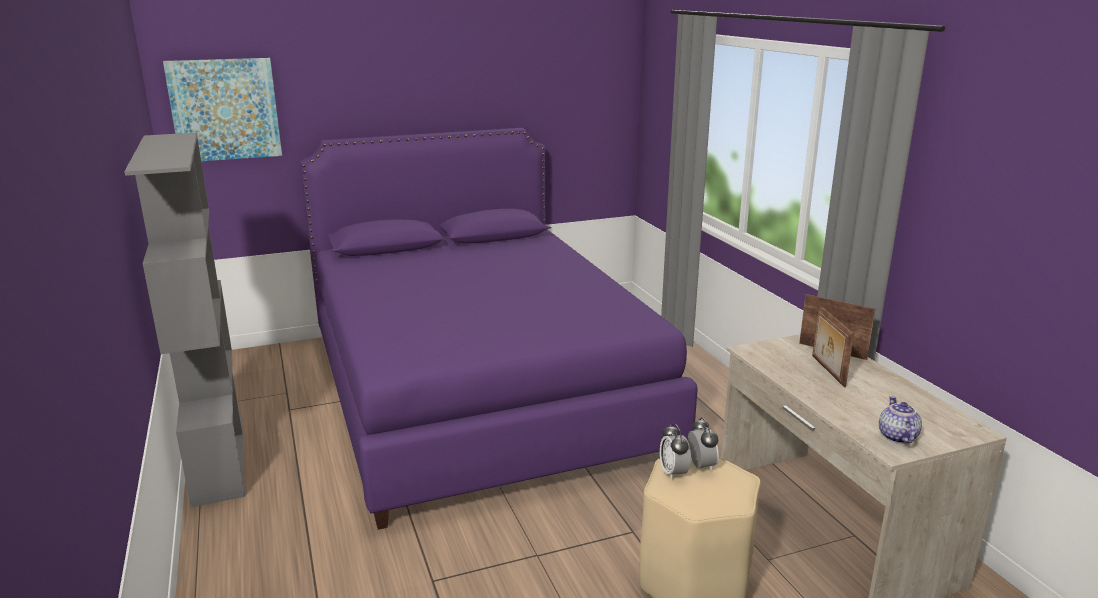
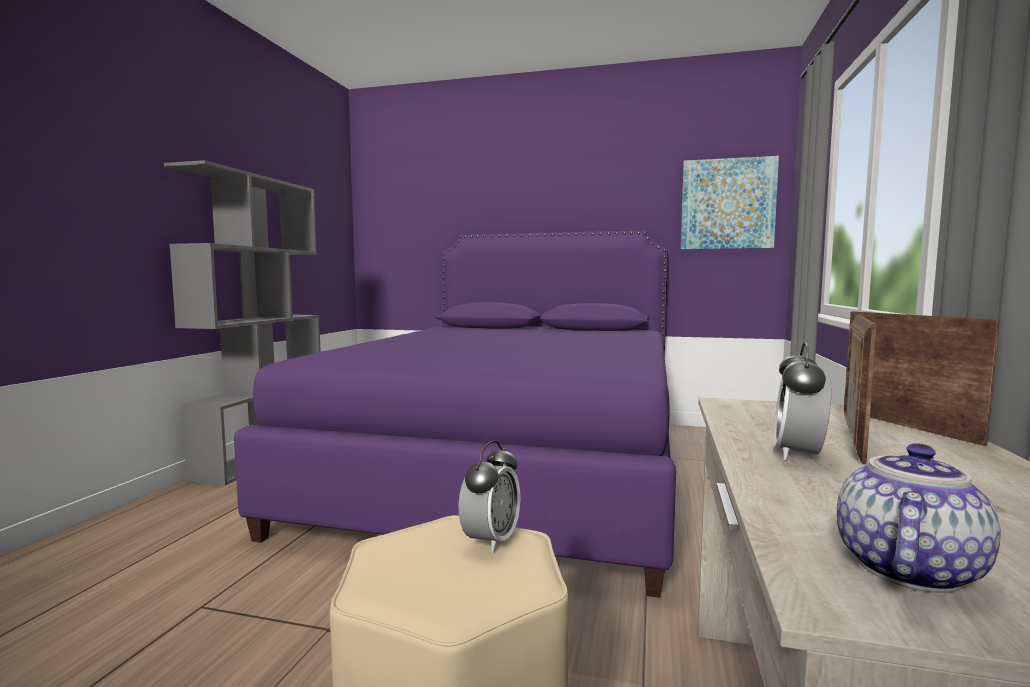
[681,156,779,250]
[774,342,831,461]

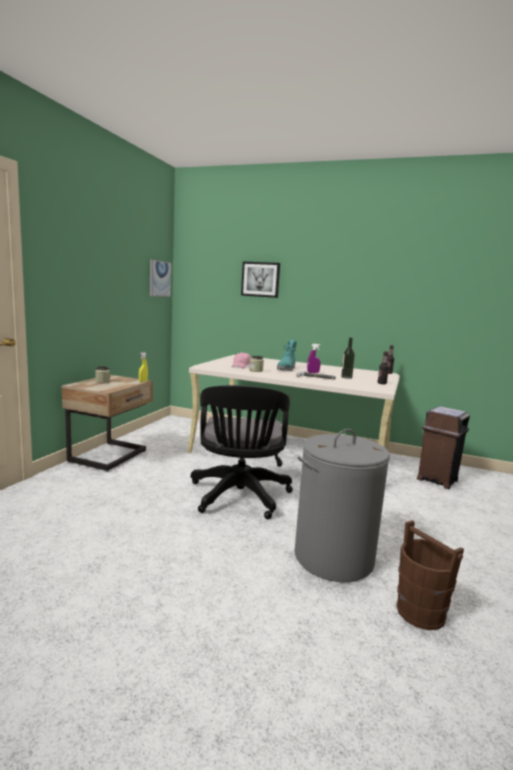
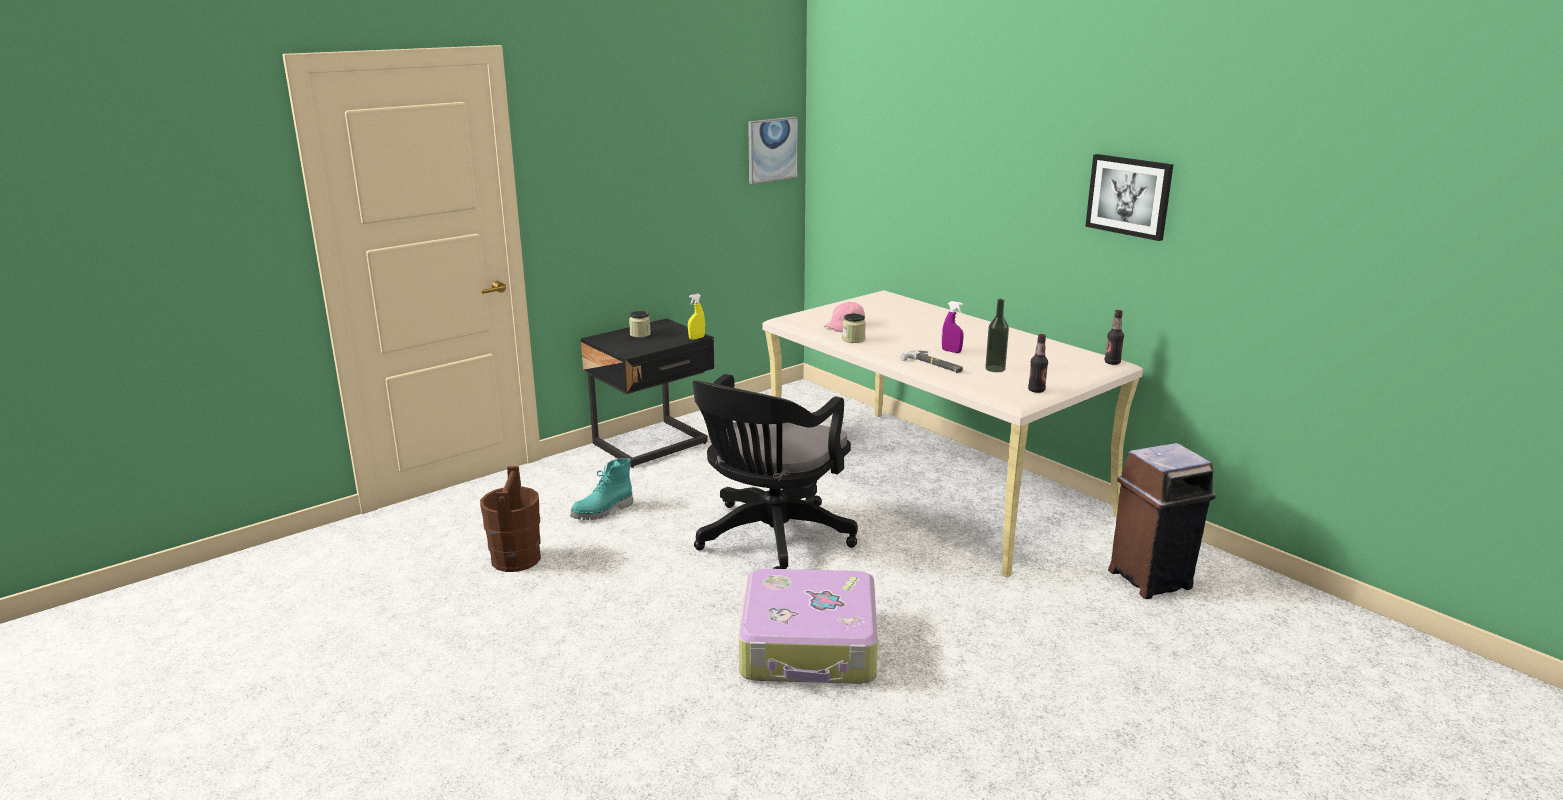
[480,466,541,572]
[570,458,633,520]
[581,318,714,468]
[739,569,878,684]
[1085,154,1174,241]

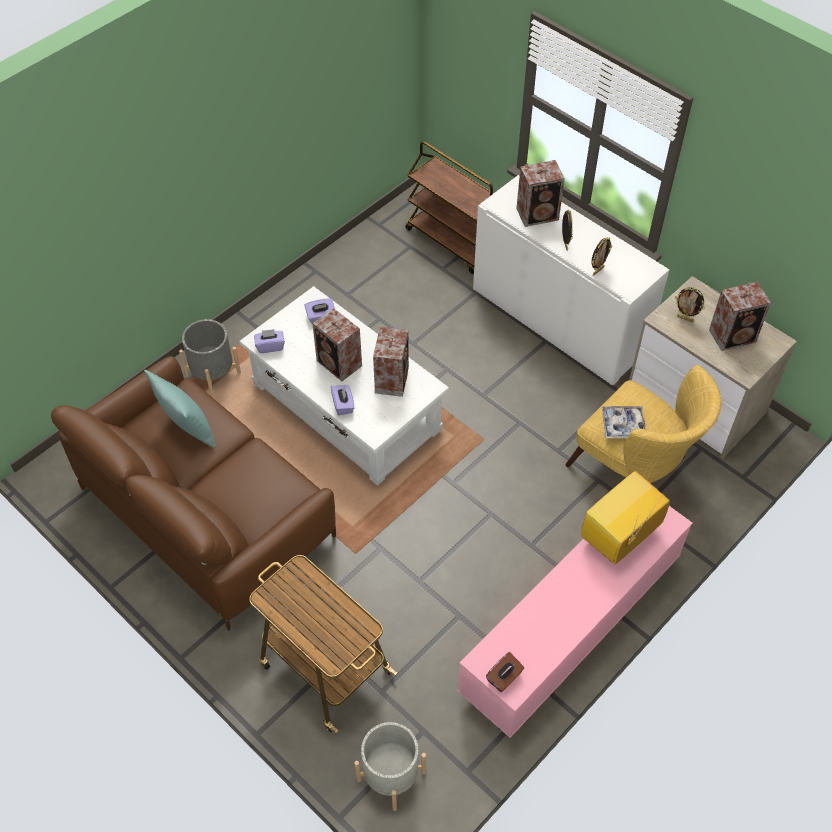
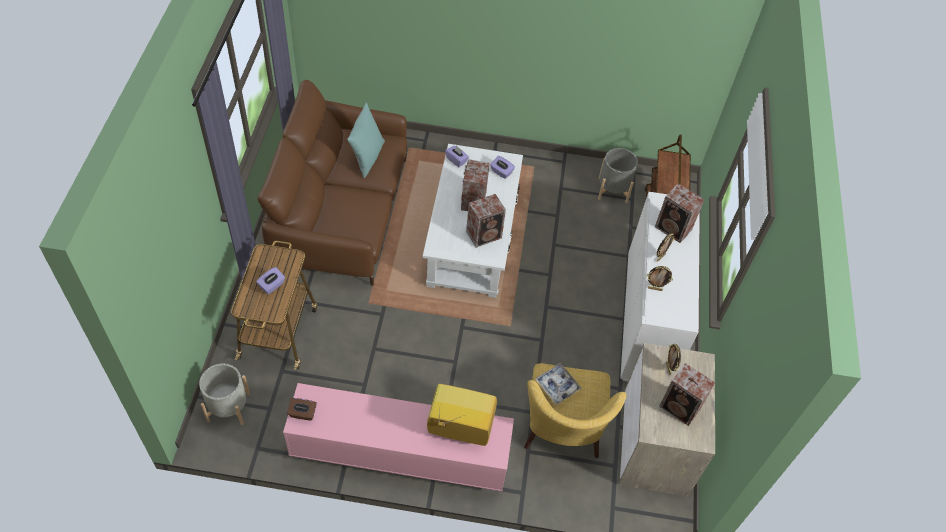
[256,267,285,294]
[598,148,638,203]

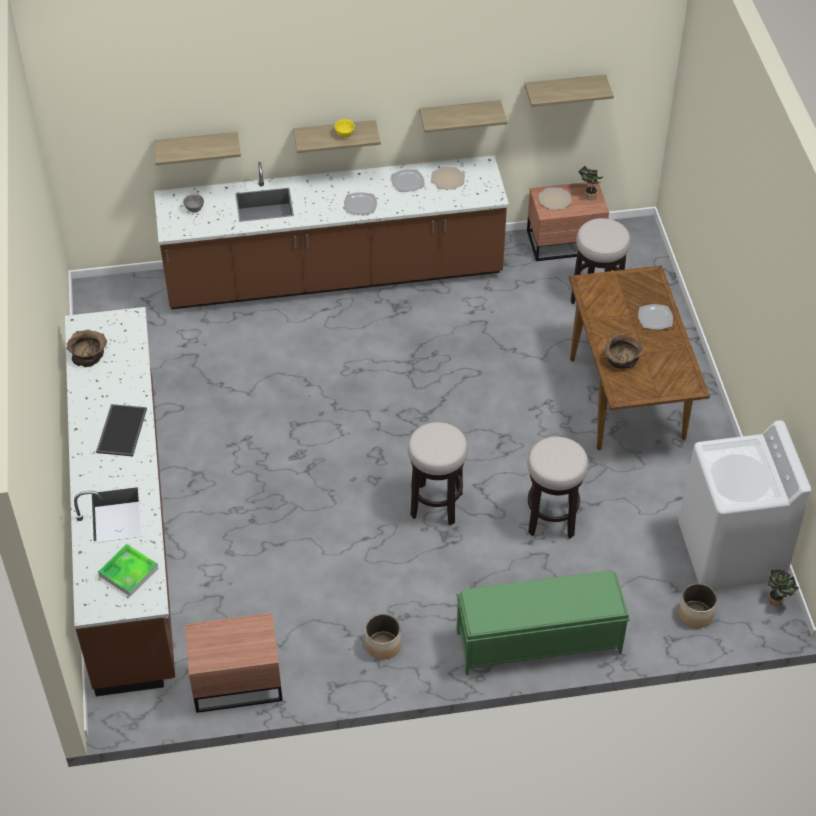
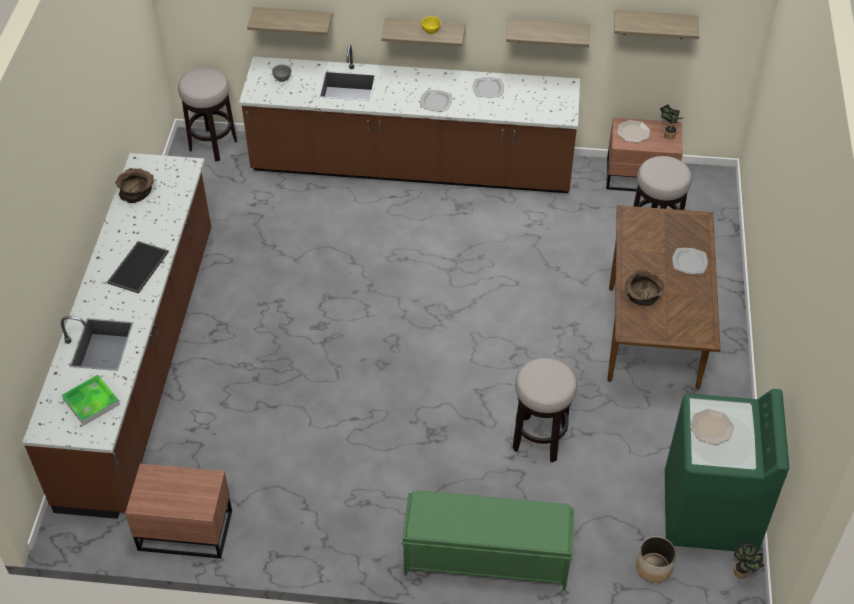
[178,68,237,161]
[665,389,789,551]
[690,409,734,445]
[365,614,401,660] (first image)

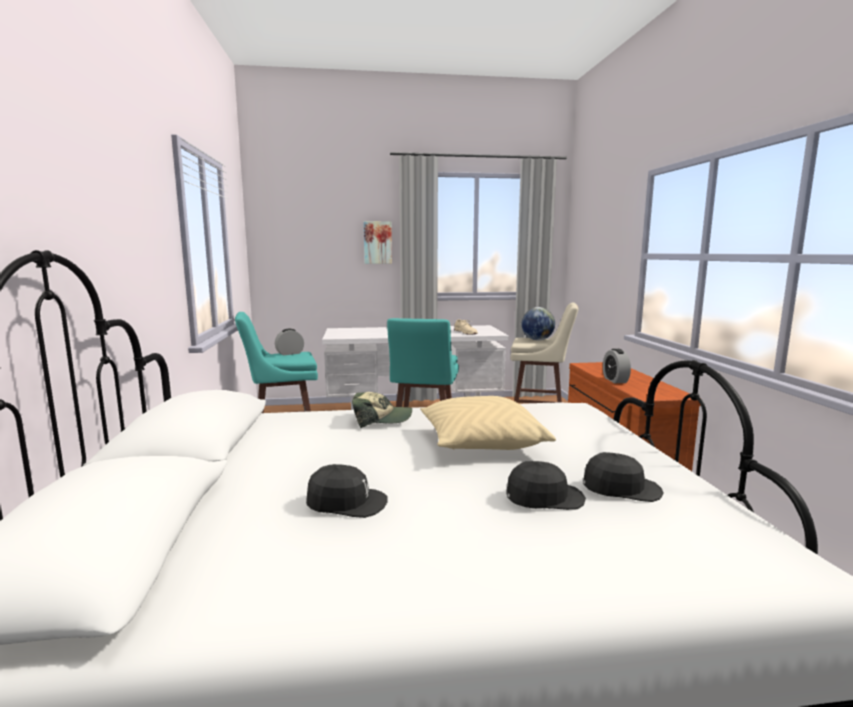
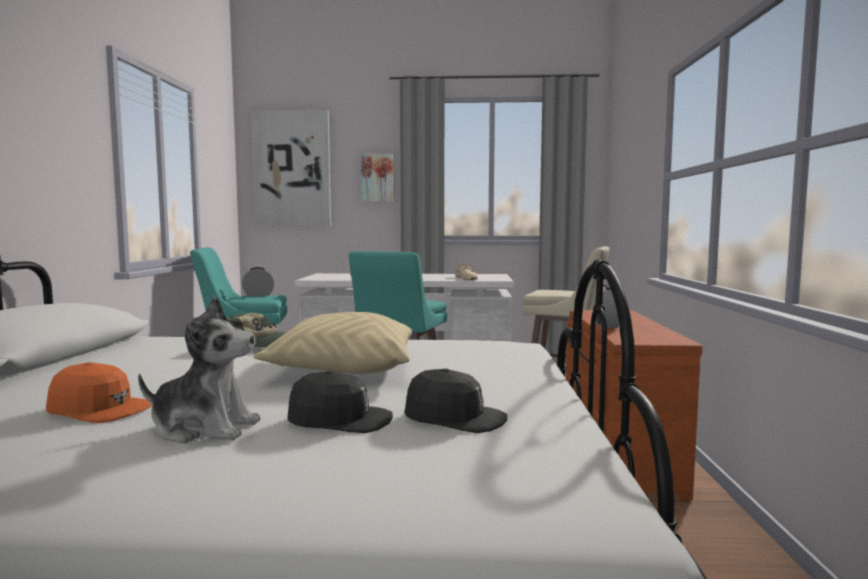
[46,362,152,423]
[138,297,261,443]
[251,110,331,225]
[522,307,555,340] (first image)

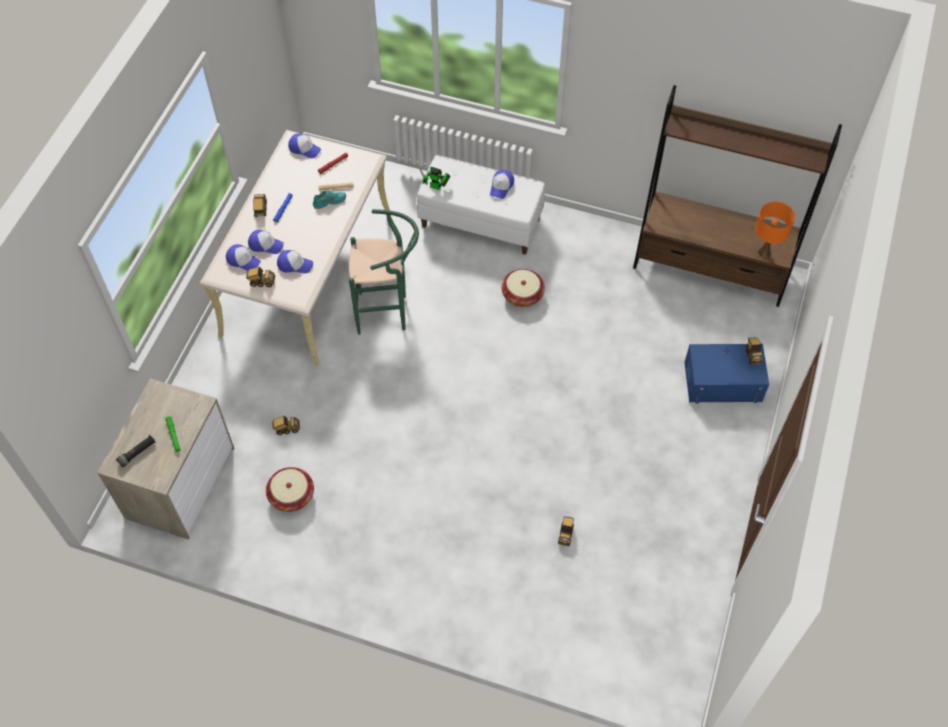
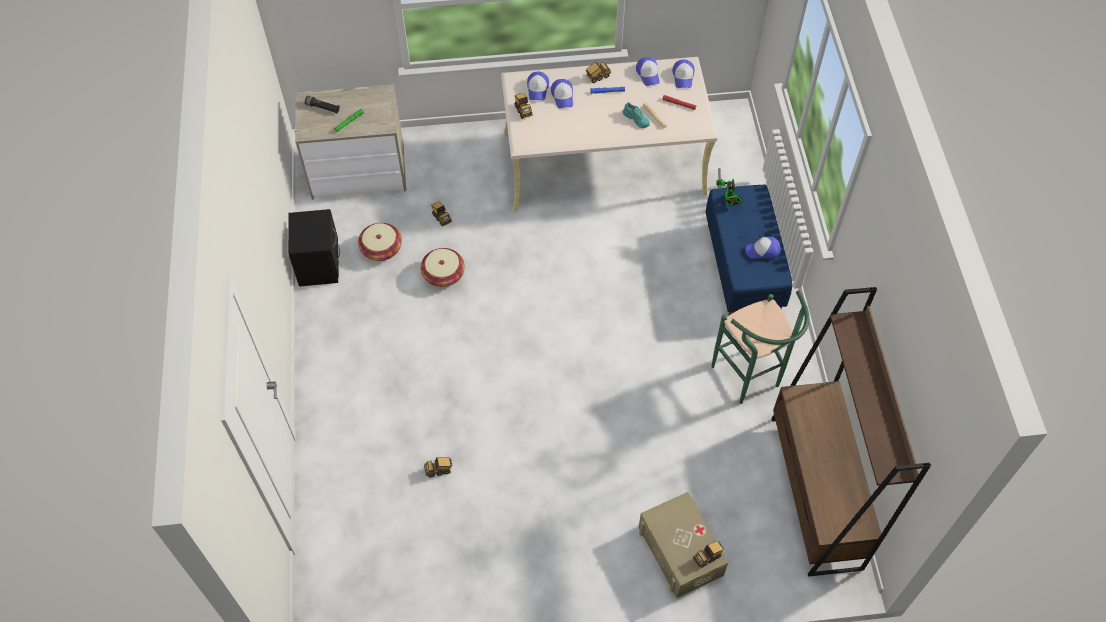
[288,209,340,287]
[421,248,465,287]
[636,57,660,86]
[638,492,728,598]
[705,185,793,315]
[711,290,809,404]
[755,201,795,258] (first image)

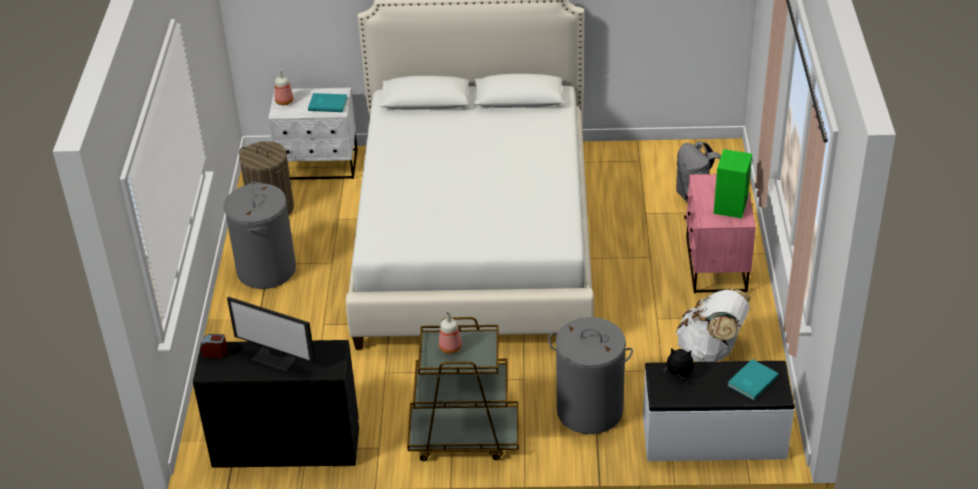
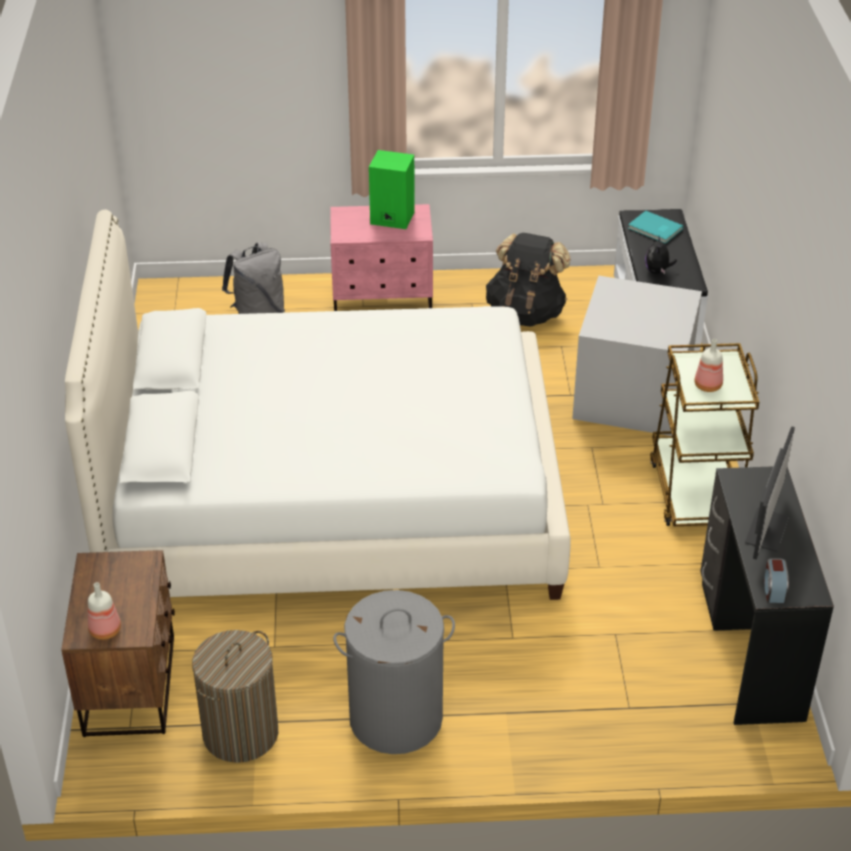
[61,550,175,737]
[486,233,571,327]
[572,276,702,436]
[308,93,348,112] (first image)

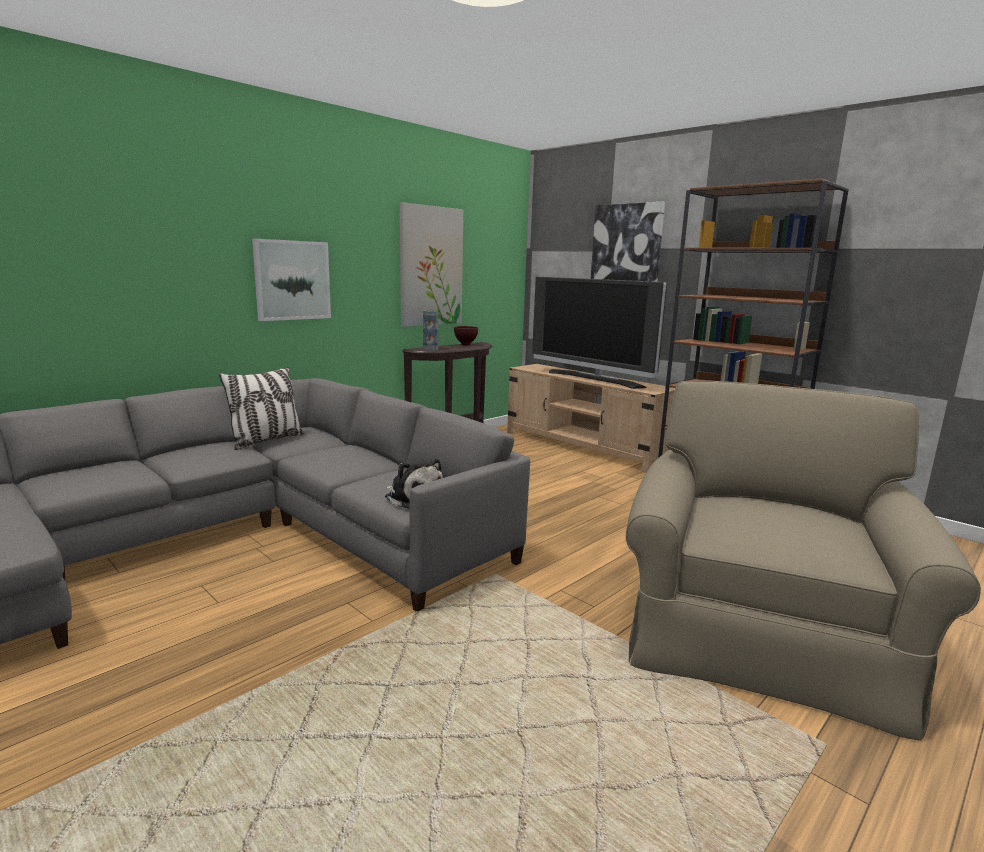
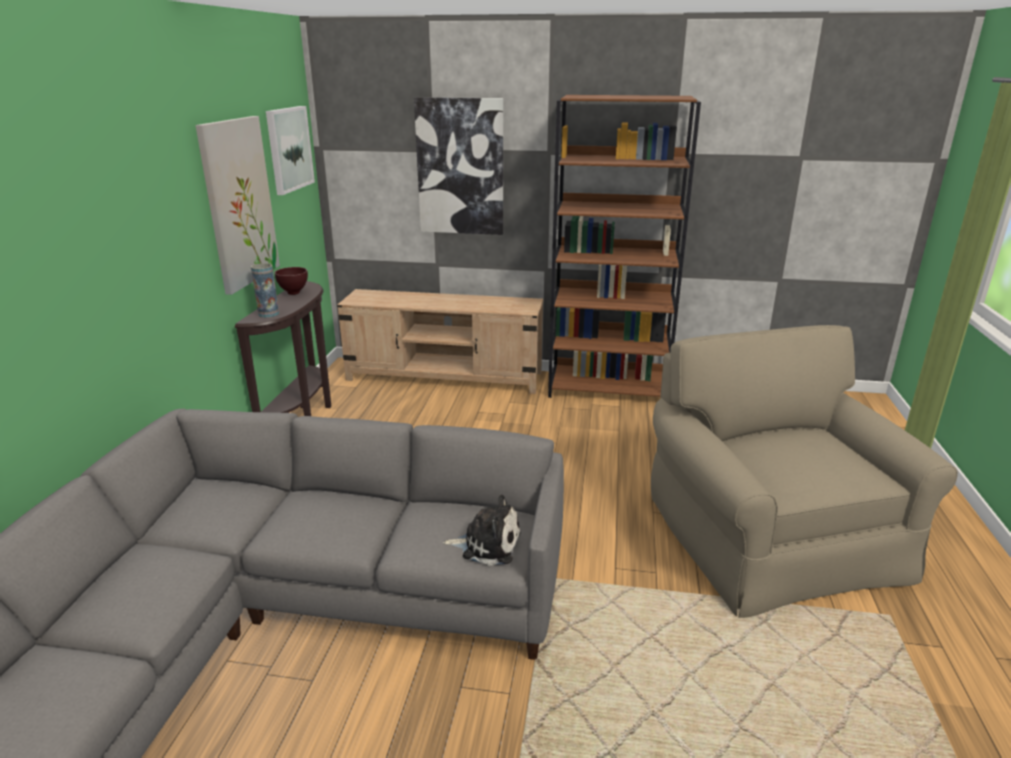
[266,106,315,195]
[219,367,305,450] (first image)
[532,277,667,389] (first image)

